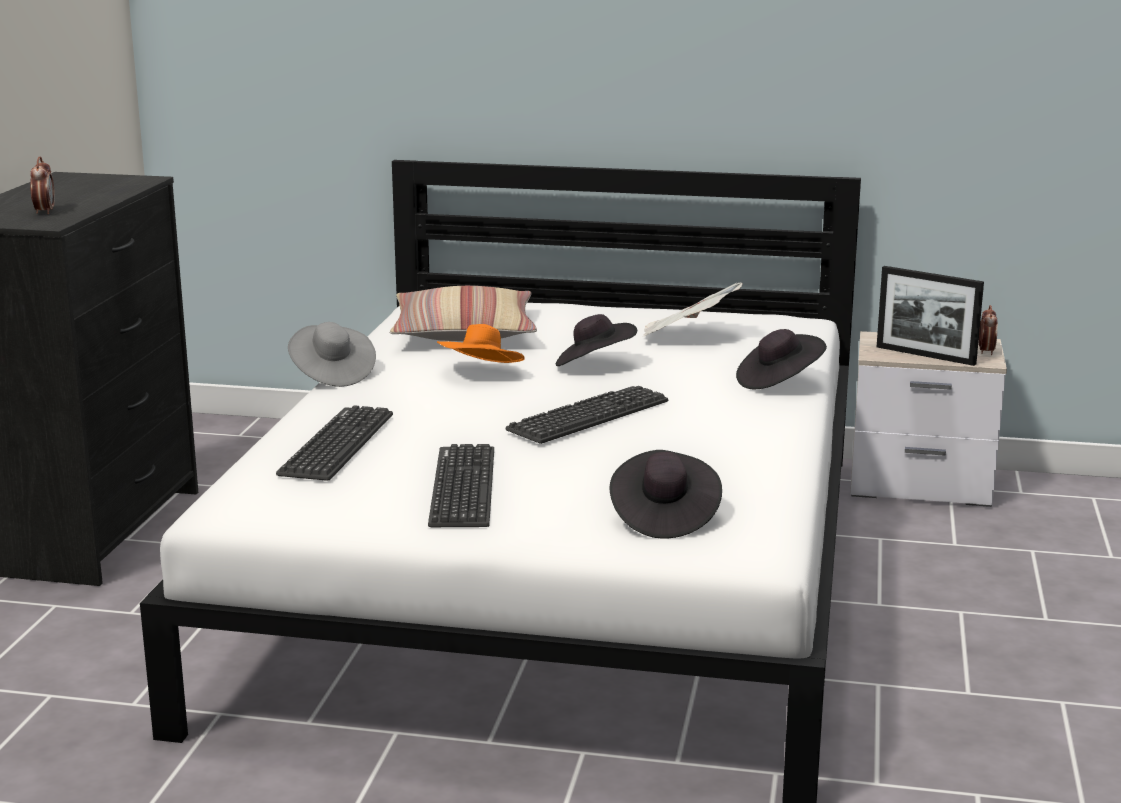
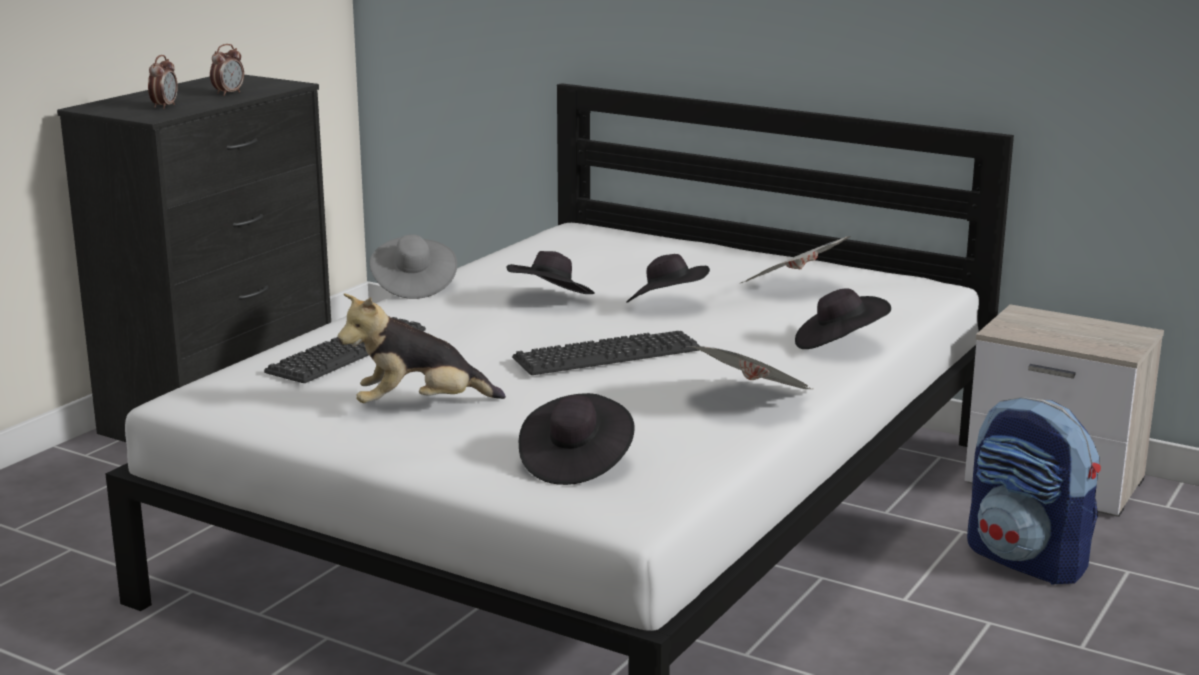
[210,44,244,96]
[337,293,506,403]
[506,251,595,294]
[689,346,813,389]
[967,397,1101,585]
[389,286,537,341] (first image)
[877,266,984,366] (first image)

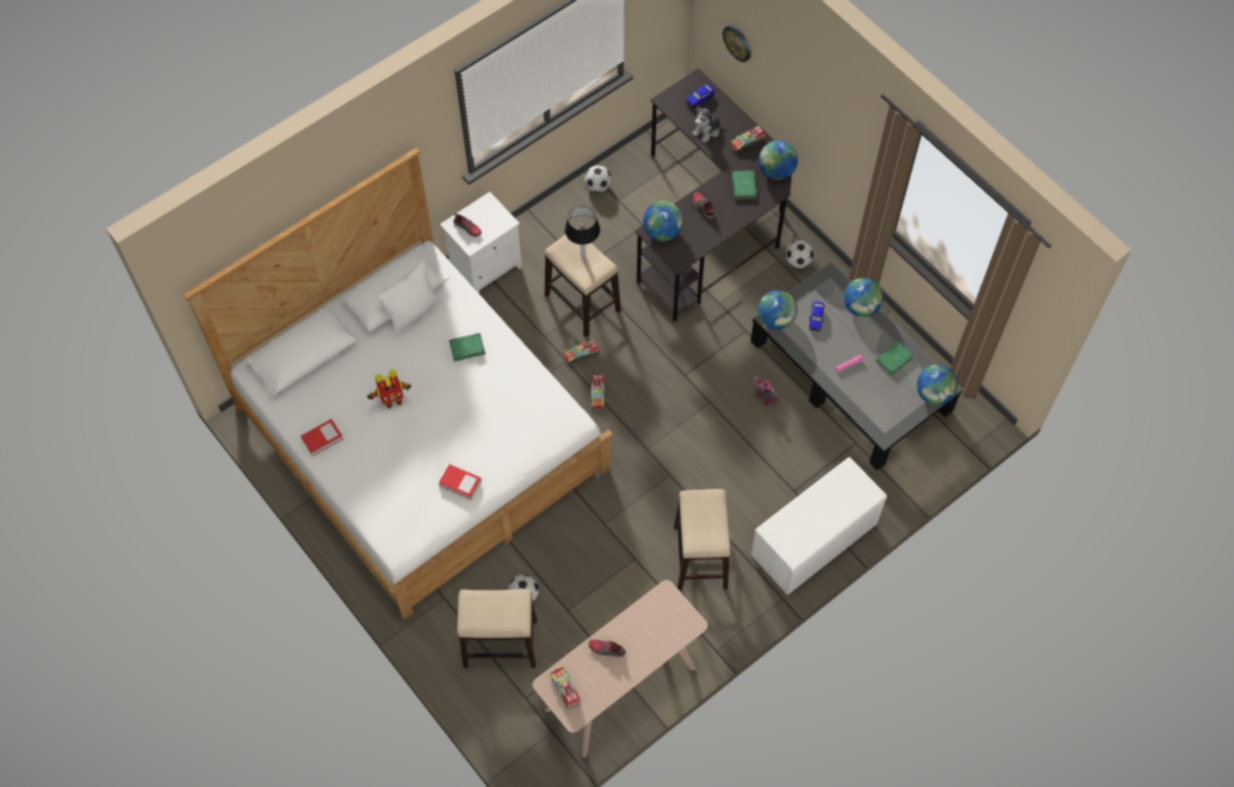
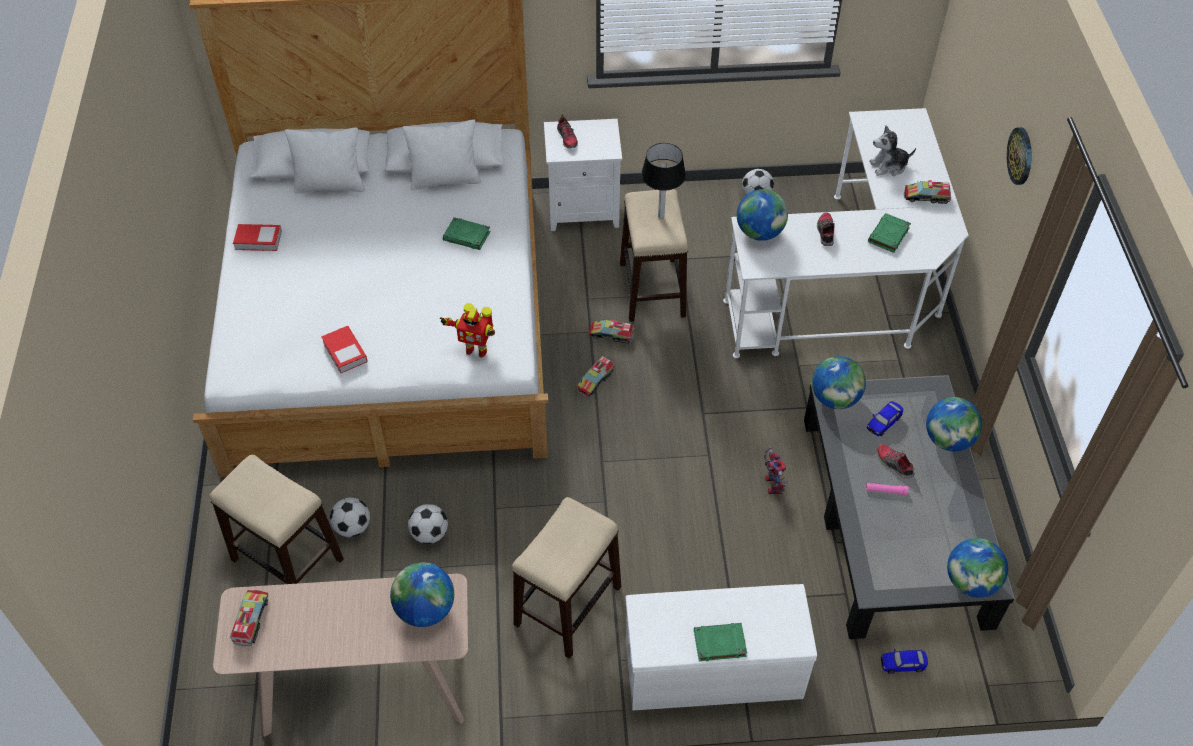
[285,127,365,194]
[390,563,454,627]
[408,504,448,544]
[440,303,495,358]
[694,623,747,661]
[723,108,969,358]
[877,444,915,479]
[881,649,928,674]
[1007,127,1032,185]

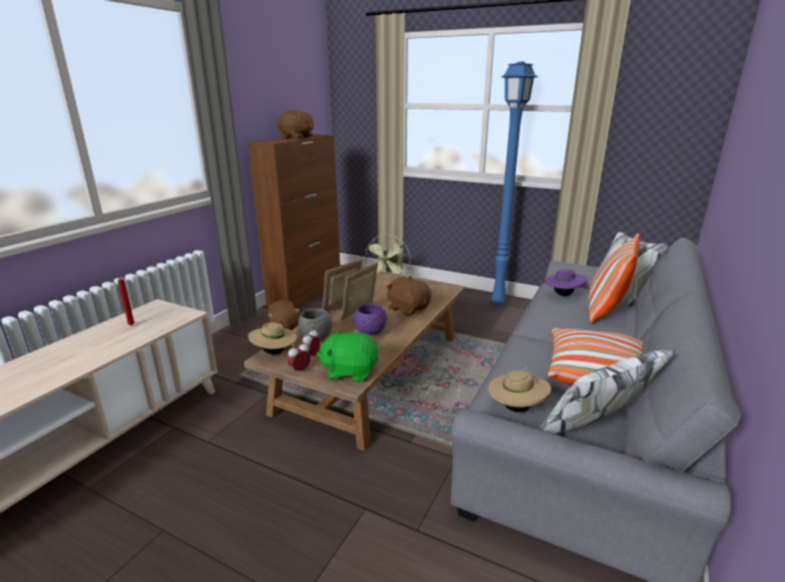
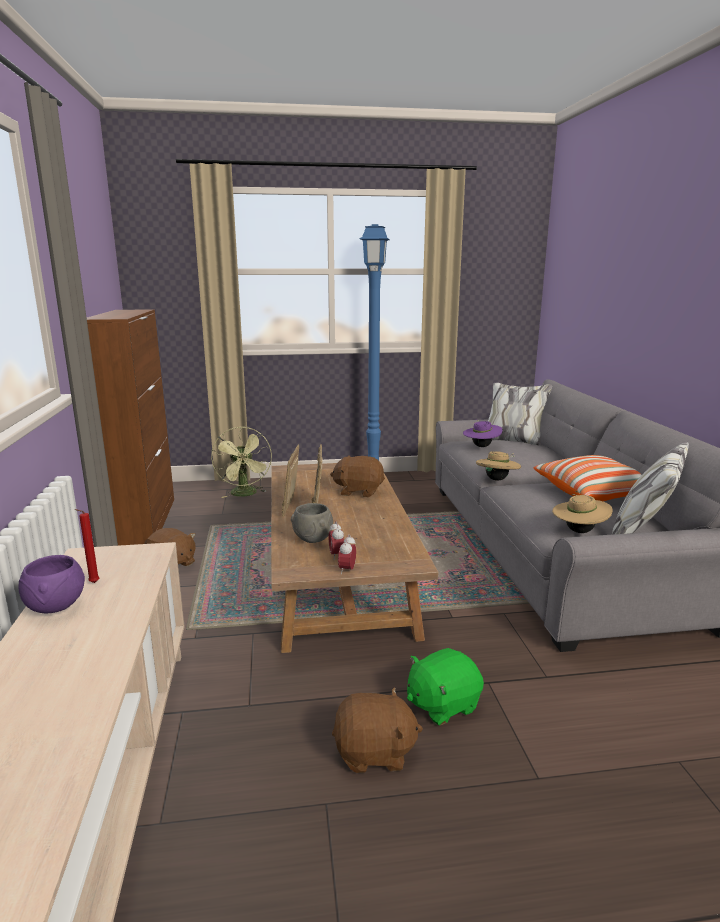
[19,555,85,613]
[332,687,423,773]
[407,648,484,726]
[476,451,521,481]
[589,233,640,322] (first image)

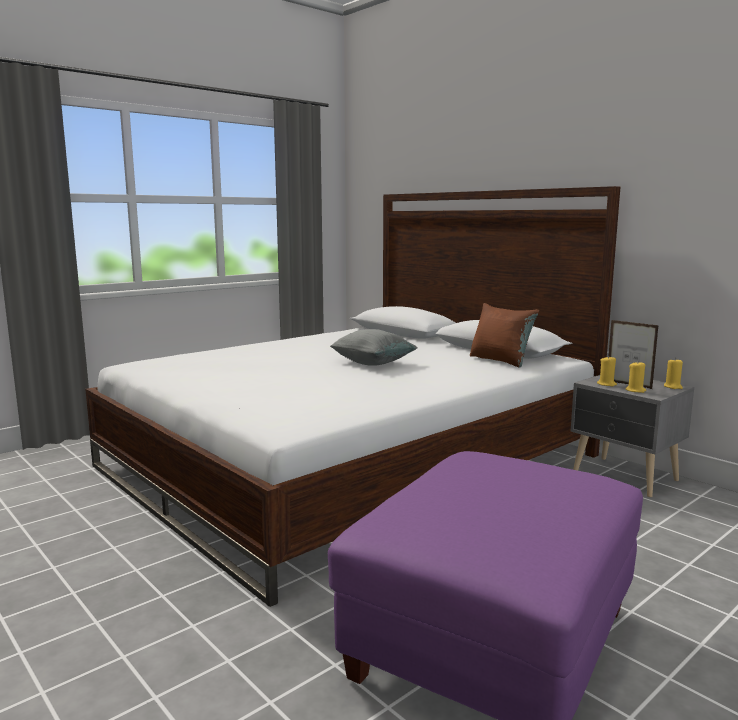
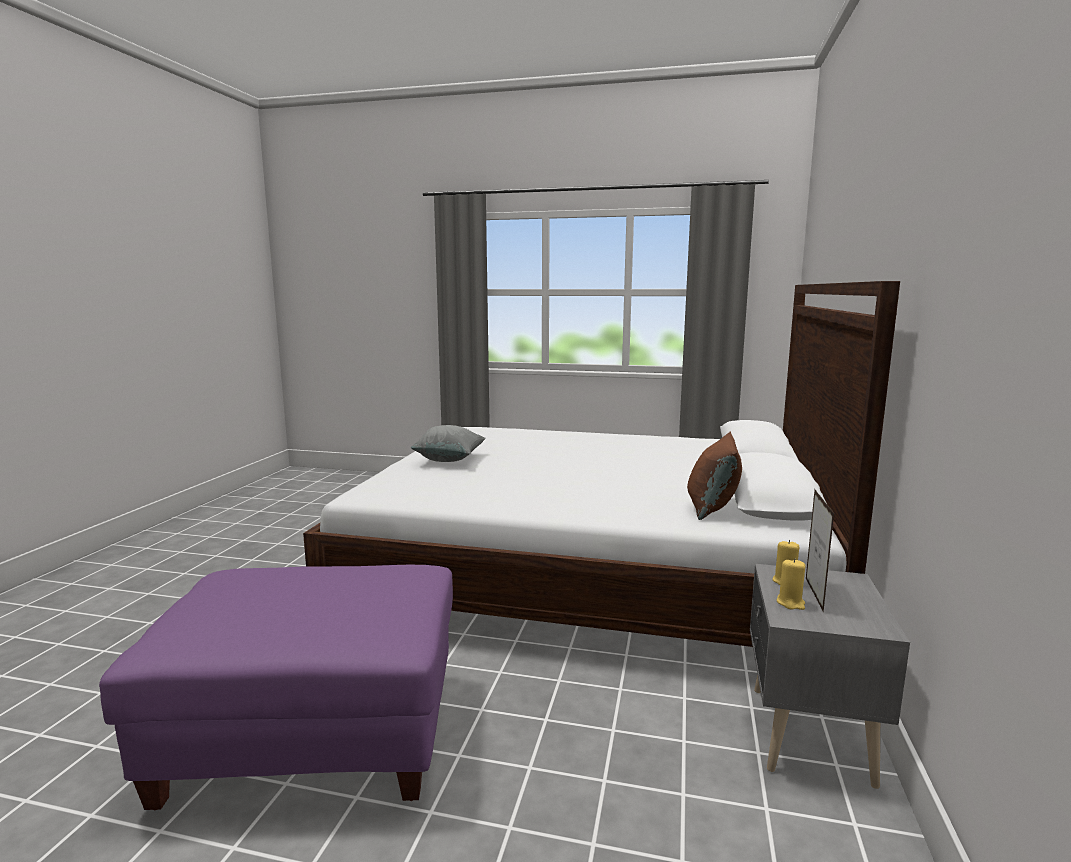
[411,425,486,462]
[664,359,683,389] (first image)

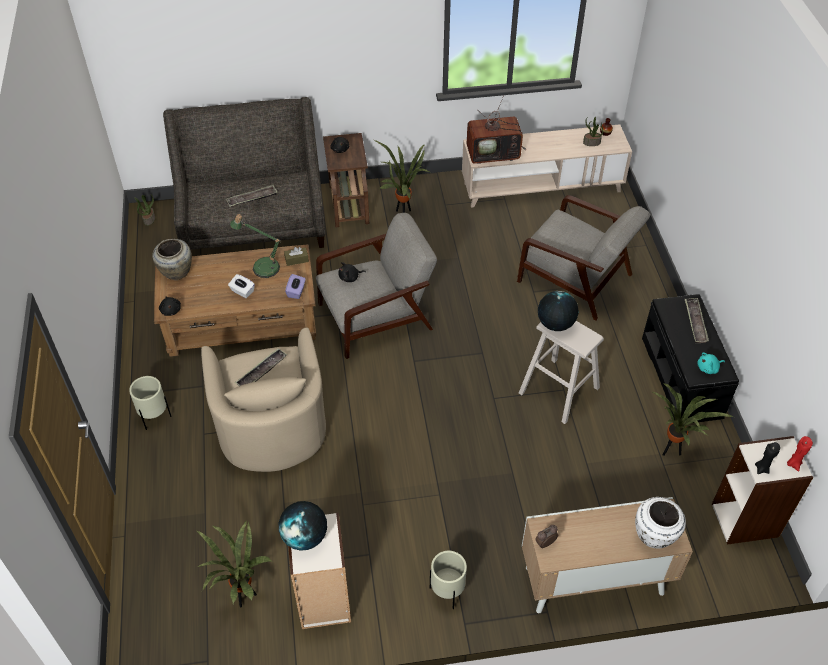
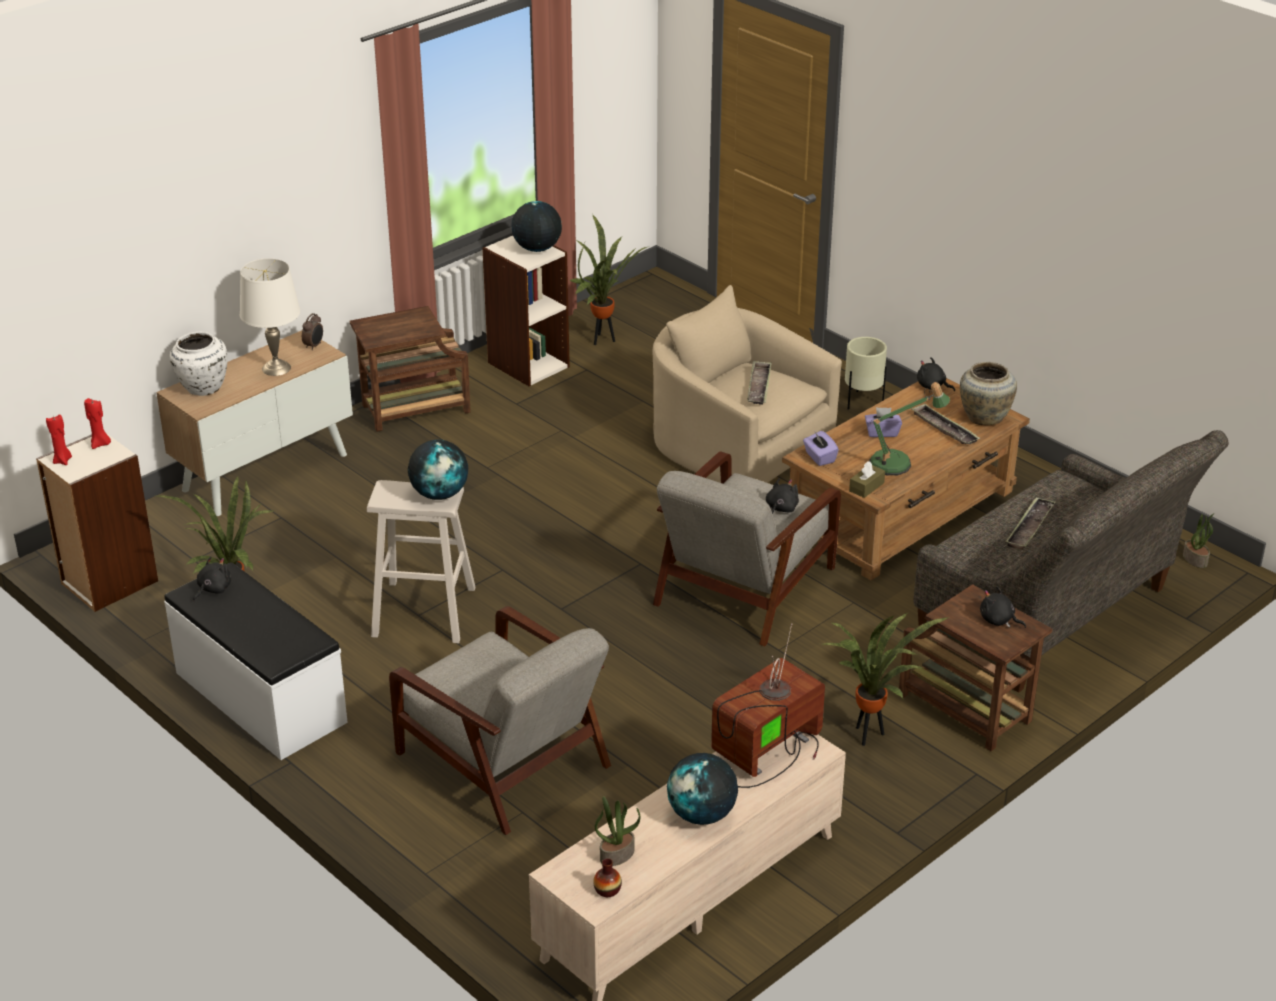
[84,398,111,449]
[164,562,348,760]
[193,556,231,601]
[240,258,300,376]
[350,306,471,432]
[389,606,611,835]
[667,753,738,825]
[865,407,902,437]
[911,404,980,444]

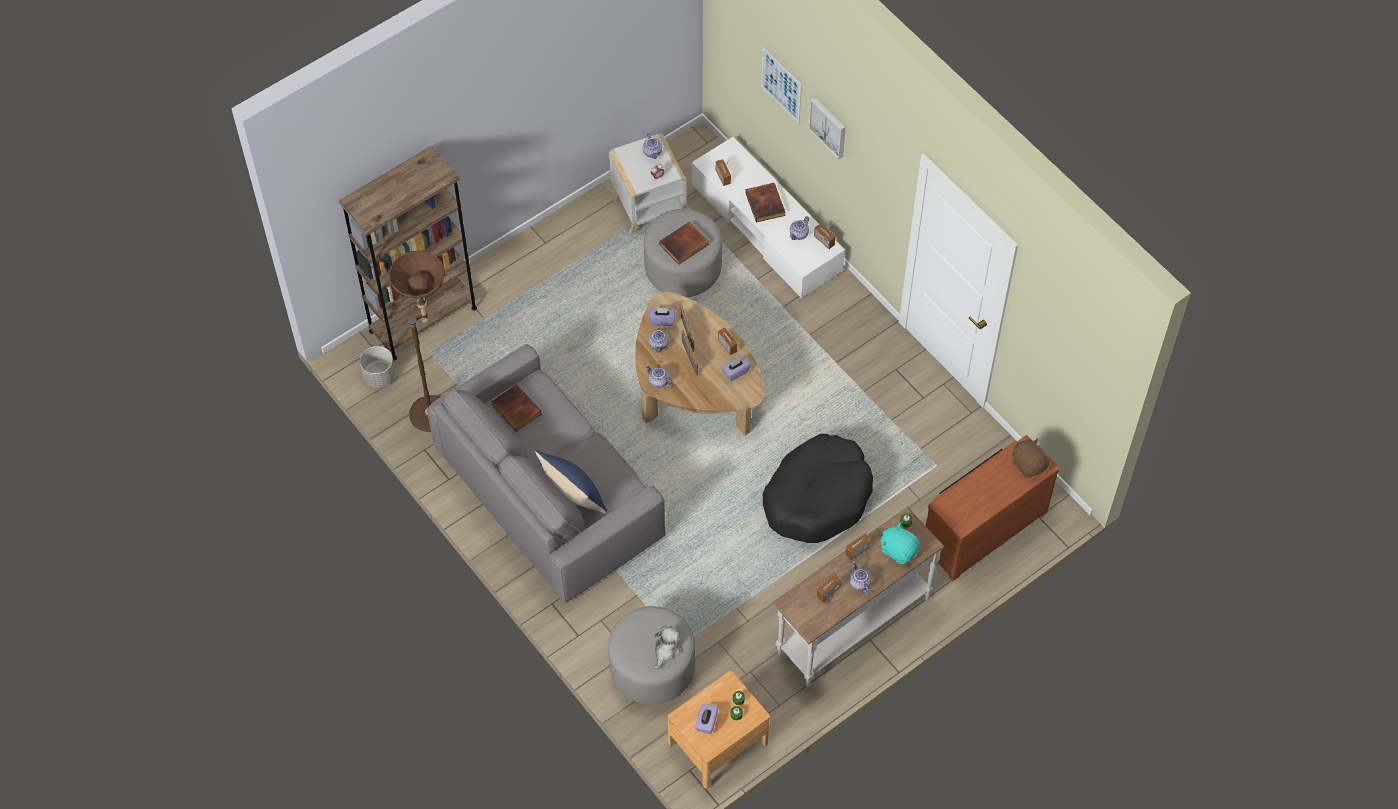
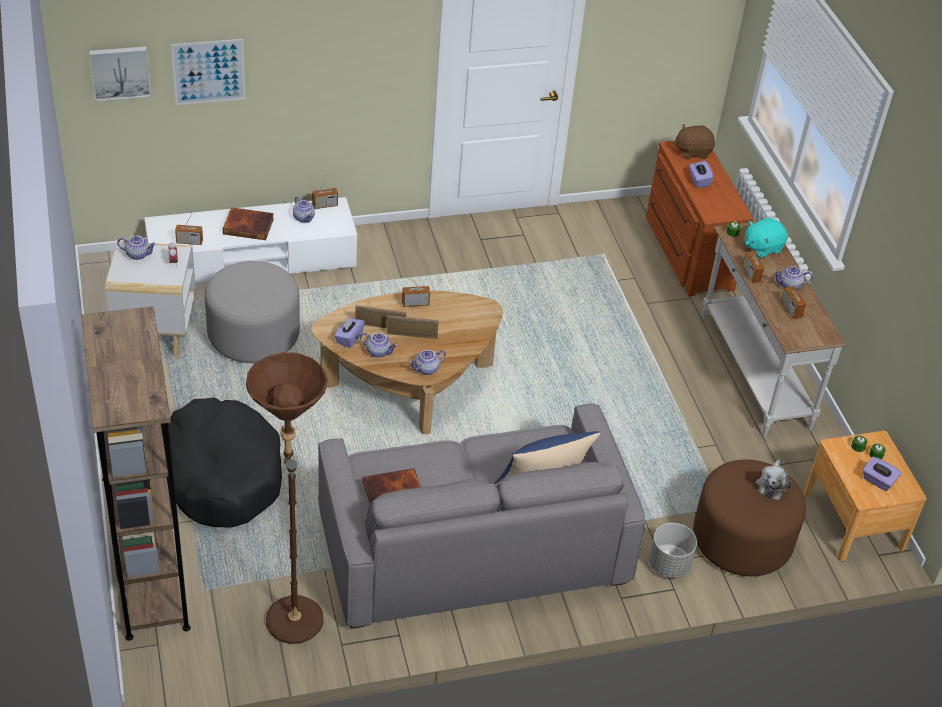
[89,46,151,102]
[168,398,282,527]
[649,523,697,578]
[690,161,714,188]
[693,459,806,576]
[755,460,792,500]
[659,222,709,264] (first image)

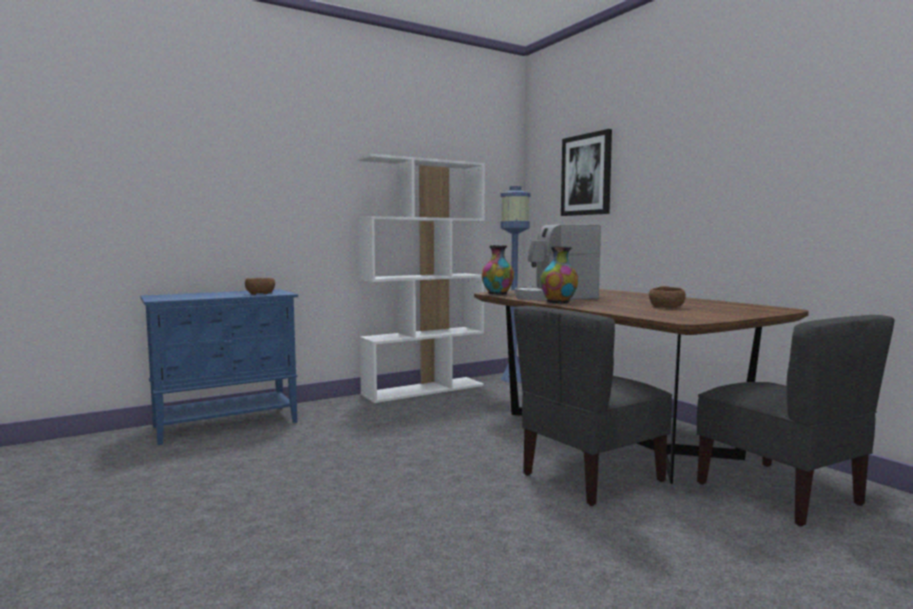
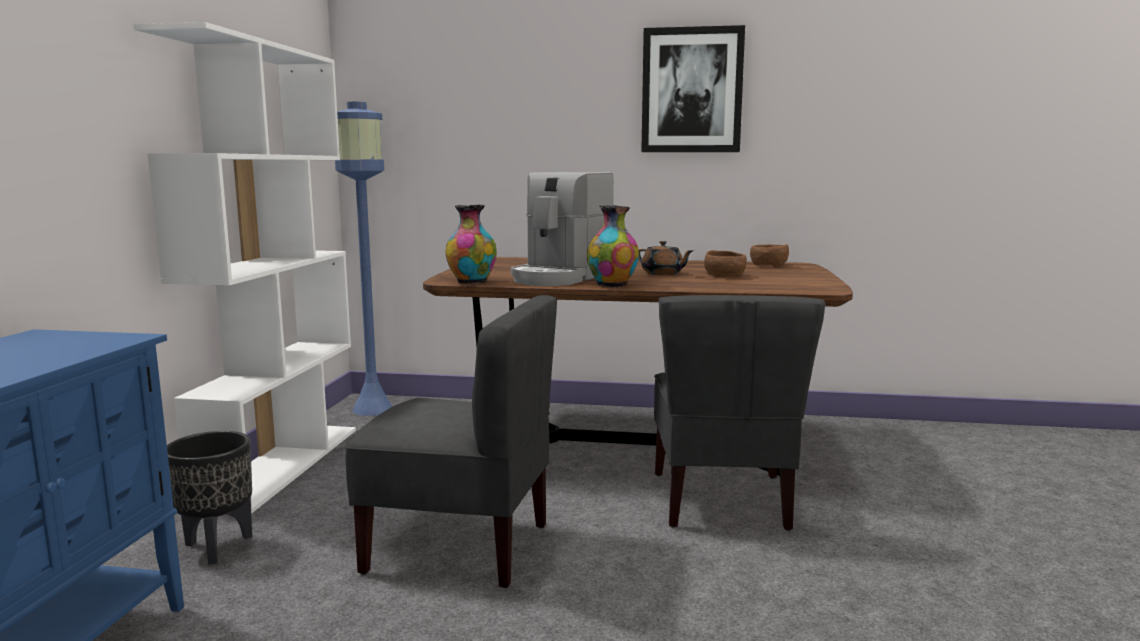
[167,431,252,565]
[345,295,557,588]
[638,241,694,275]
[641,25,745,152]
[750,244,789,267]

